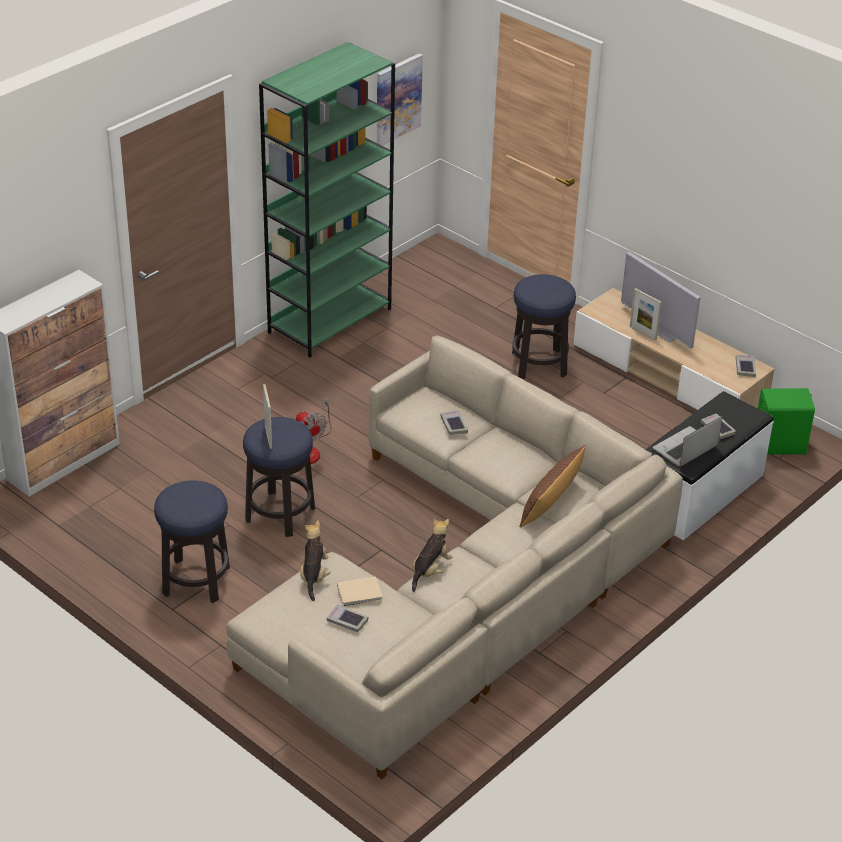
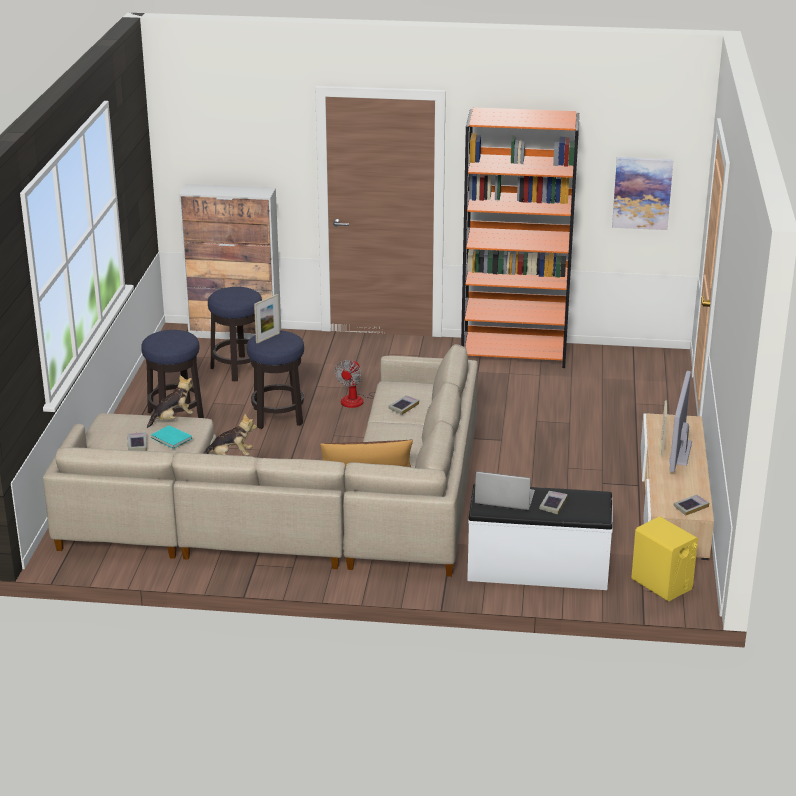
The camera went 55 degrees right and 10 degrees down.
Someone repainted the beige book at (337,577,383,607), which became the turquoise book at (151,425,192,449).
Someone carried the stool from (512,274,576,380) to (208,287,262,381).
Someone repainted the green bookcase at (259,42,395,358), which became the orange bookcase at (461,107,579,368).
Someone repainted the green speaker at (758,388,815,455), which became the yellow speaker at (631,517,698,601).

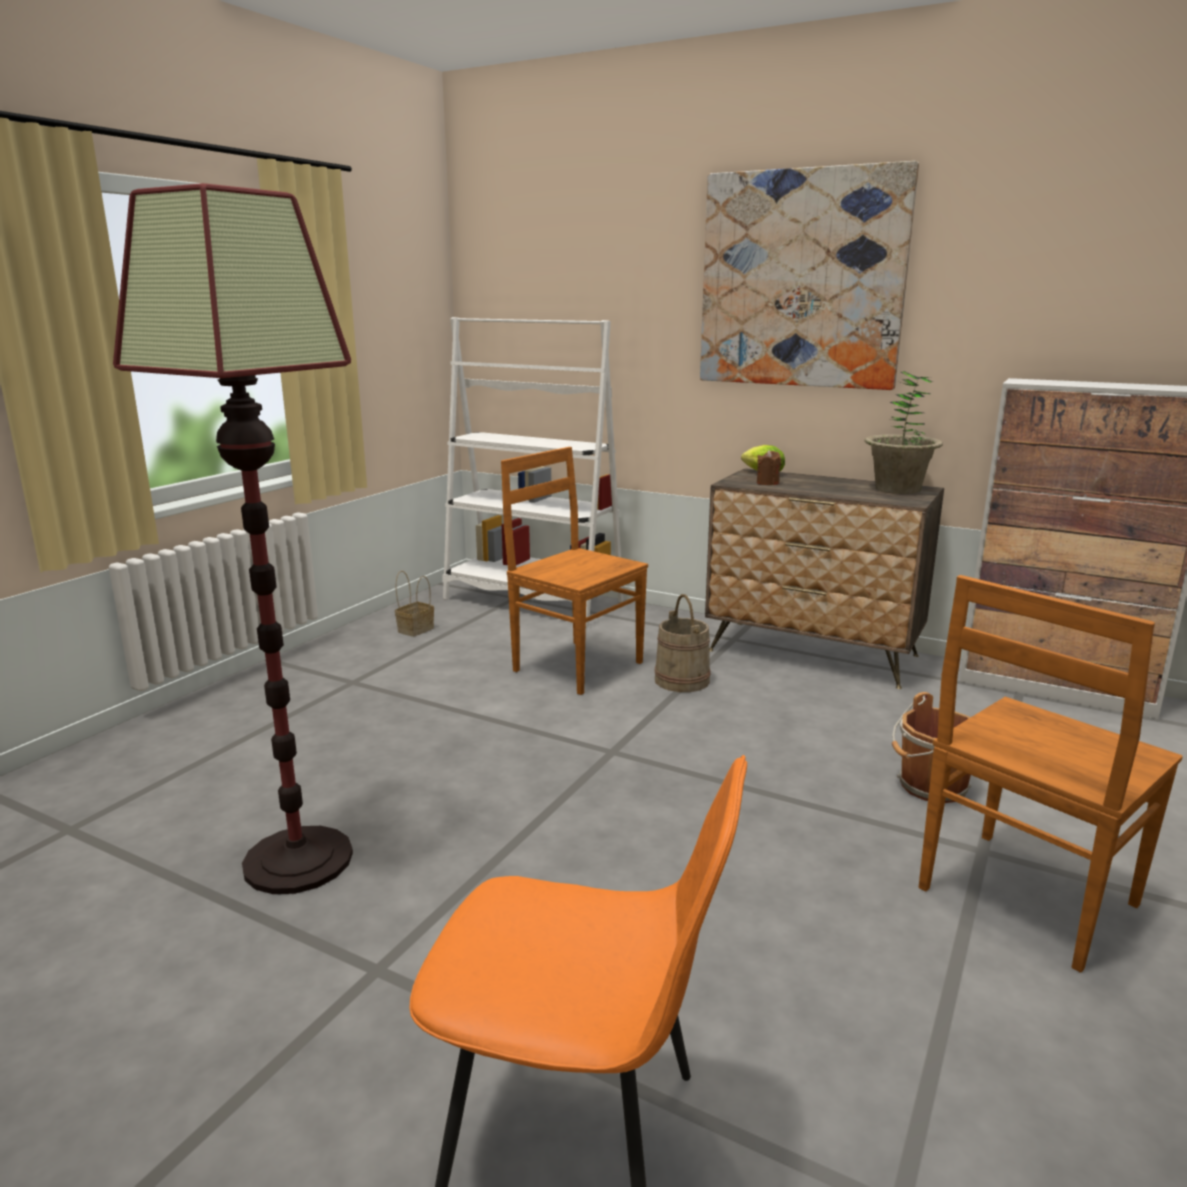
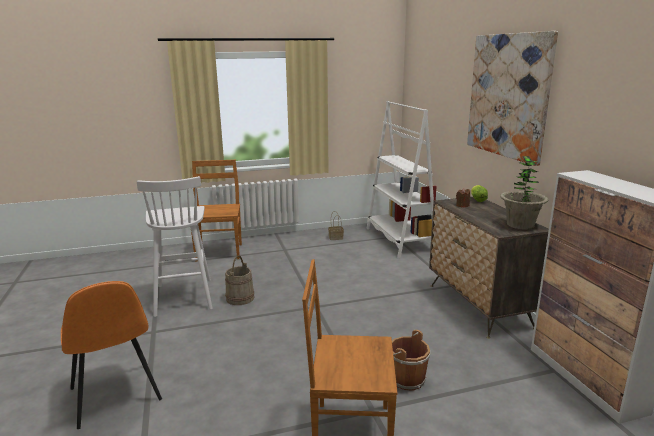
The camera went 45 degrees right and 0 degrees up.
Someone swapped the floor lamp at (113,183,353,894) for the white stool at (137,176,213,317).
Someone carried the brown chair from (501,447,648,695) to (191,160,242,262).
Someone carried the beige bucket from (654,594,711,692) to (225,255,254,305).

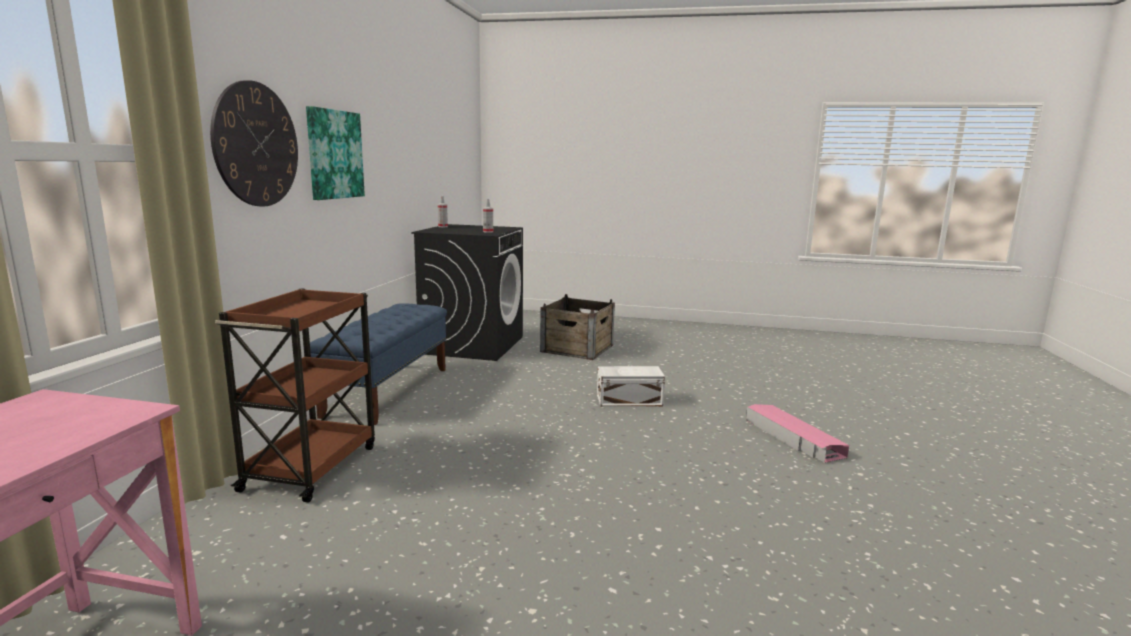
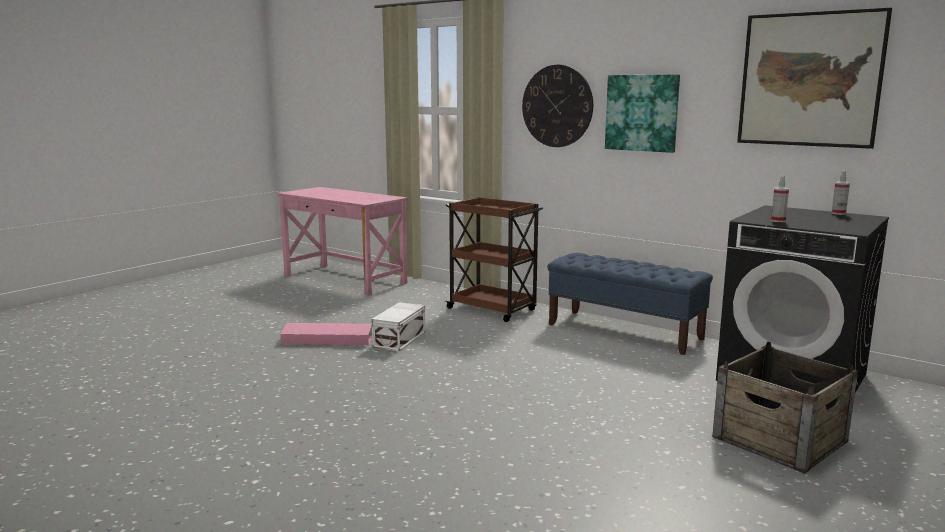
The camera went 115 degrees right and 0 degrees up.
Someone carried the pink storage box from (746,404,849,463) to (280,323,372,345).
Someone carried the white storage box from (597,366,665,407) to (372,302,425,351).
Someone put up the picture at (737,8,892,149).

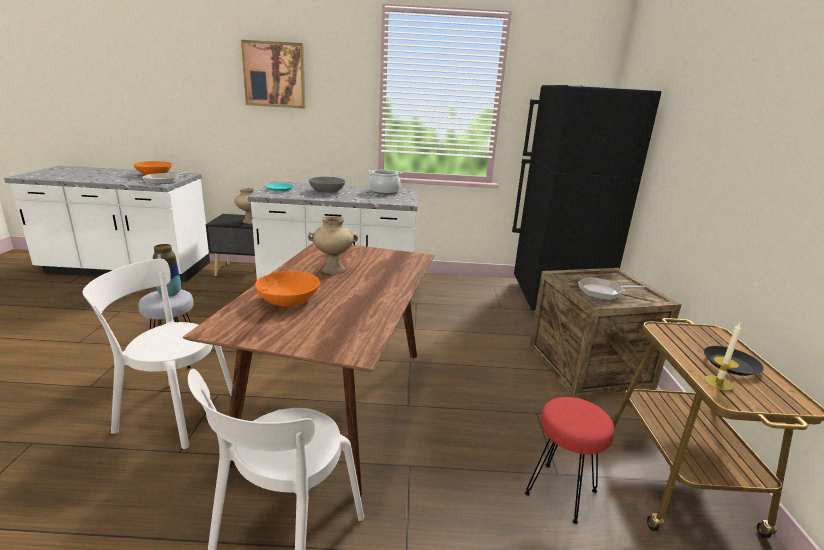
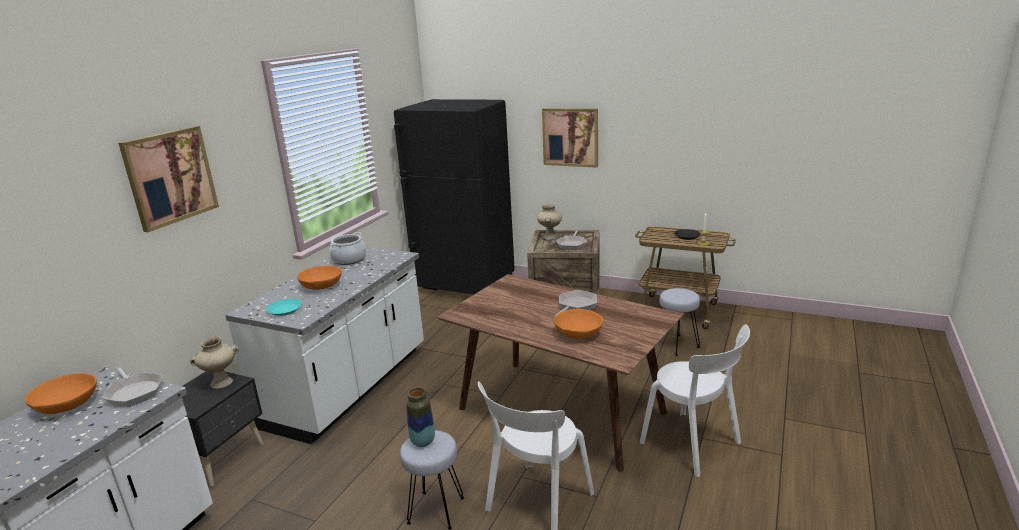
The camera went 65 degrees left and 0 degrees up.
Someone repainted the grey bowl at (309,177,345,193), which became the orange bowl at (297,265,342,290).
Someone carried the beige vase from (308,216,358,274) to (537,204,562,240).
Someone put up the picture at (542,108,598,168).
Someone put down the frying pan at (553,290,597,318).
Someone repainted the red stool at (525,397,614,524), which became the grey stool at (659,288,700,356).

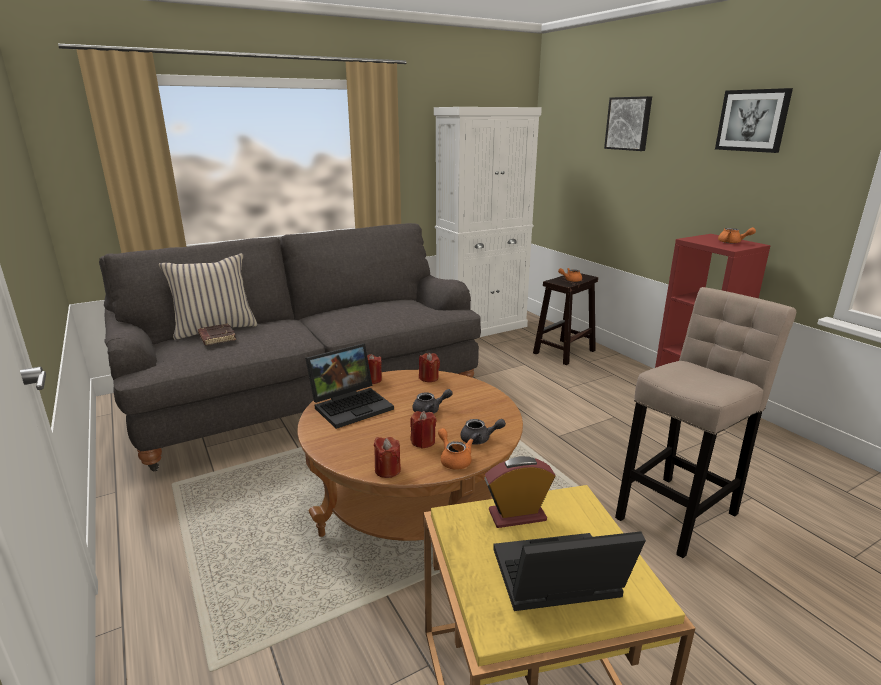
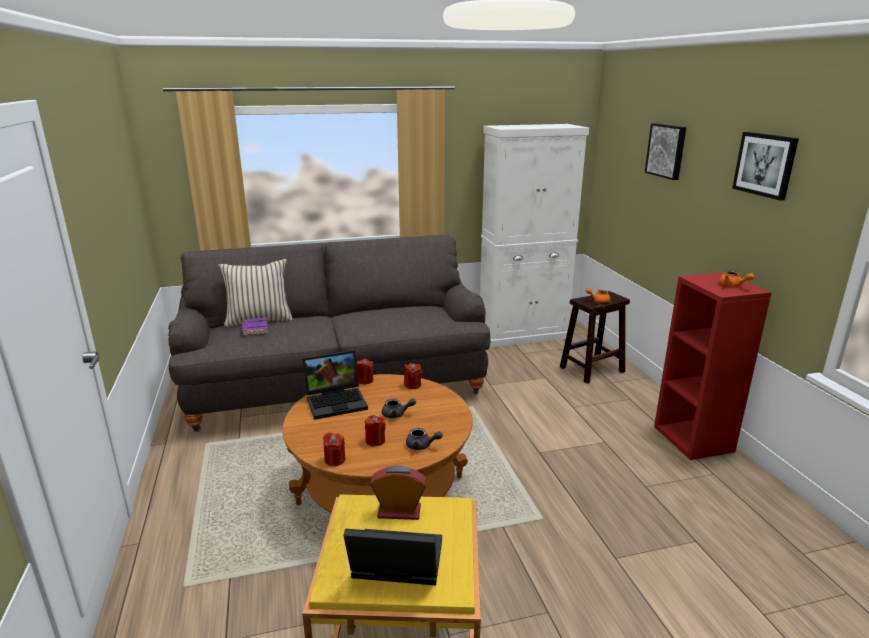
The camera went 15 degrees right and 0 degrees up.
Someone repainted the brown book at (198,323,236,345), which became the purple book at (242,317,269,335).
Someone took away the orange teapot at (438,428,473,470).
Someone took away the beige stool at (615,287,796,558).

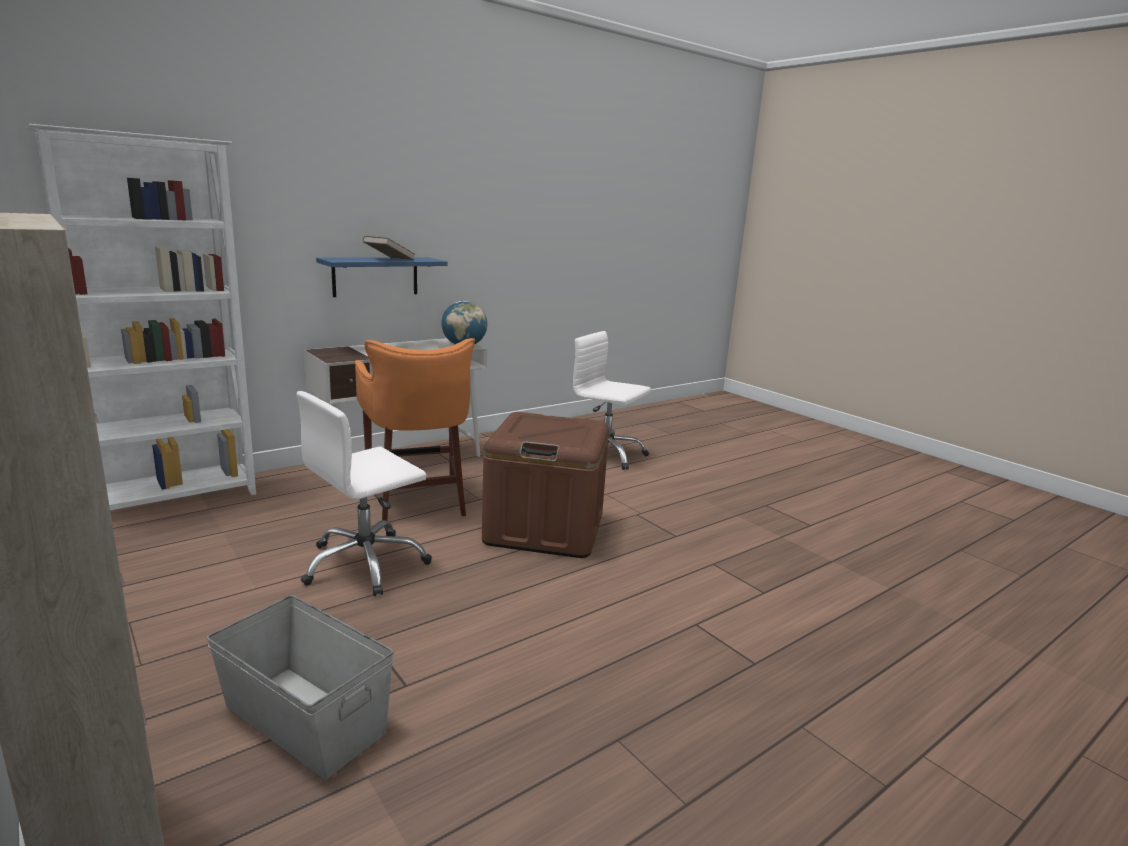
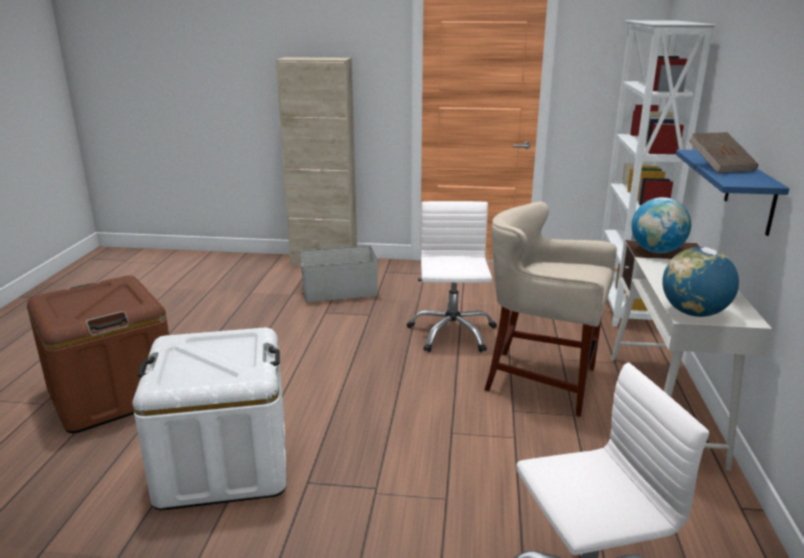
The camera went 135 degrees right and 5 degrees up.
Someone carried the brown storage box from (482,412,609,558) to (27,275,169,434).
Someone put down the white storage box at (132,328,286,510).
Someone repainted the orange stool at (355,338,475,521), which became the beige stool at (485,202,617,417).
Someone put down the globe at (631,197,691,253).

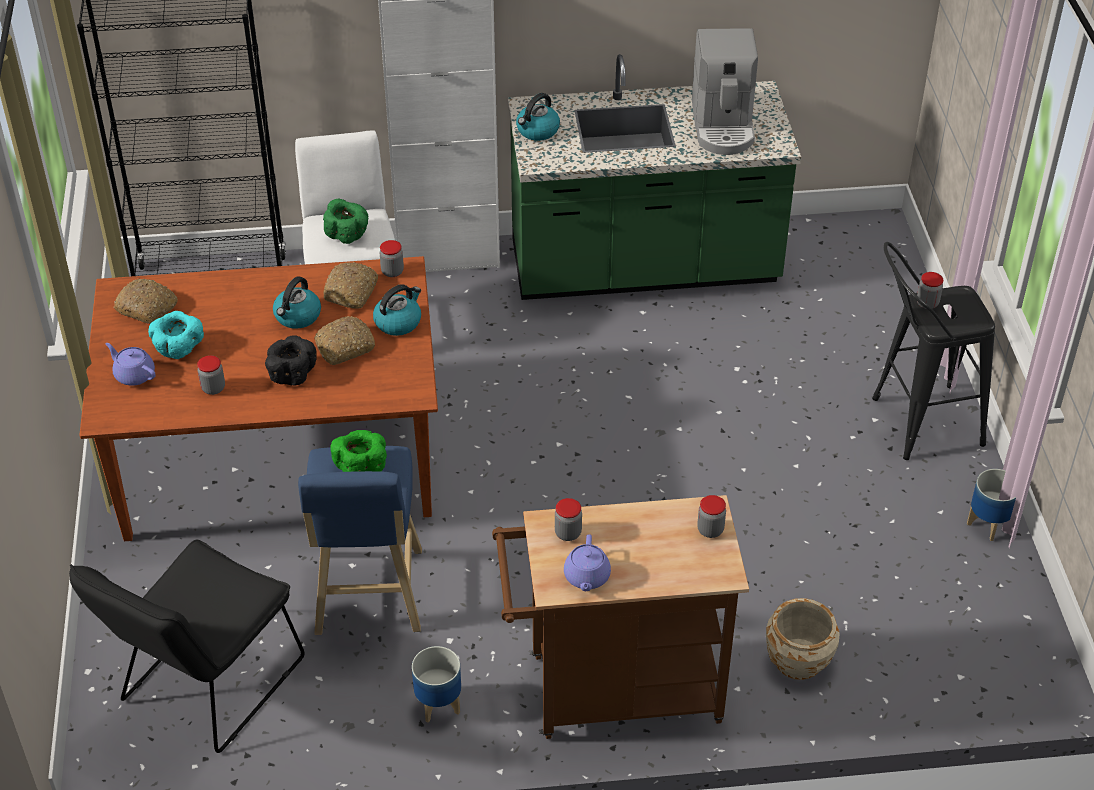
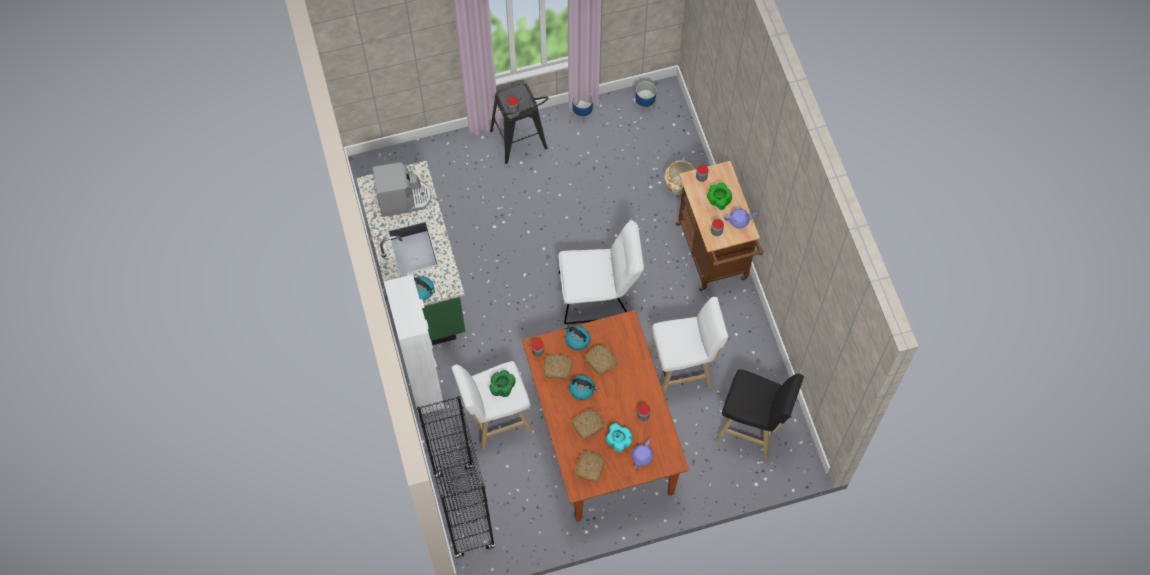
The camera went 100 degrees left and 20 degrees up.
Someone put down the white chair at (559,220,644,324).
Someone put down the bread at (571,409,604,440).
Someone carried the planter from (412,646,461,723) to (635,81,656,113).
Someone repainted the blue stool at (298,446,422,635), which became the white stool at (649,297,728,396).
Someone carried the green bowl from (330,430,387,472) to (707,183,732,210).
Someone swapped the black chair at (69,540,305,753) for the black stool at (716,369,804,458).
Someone took away the black bowl at (265,335,317,386).

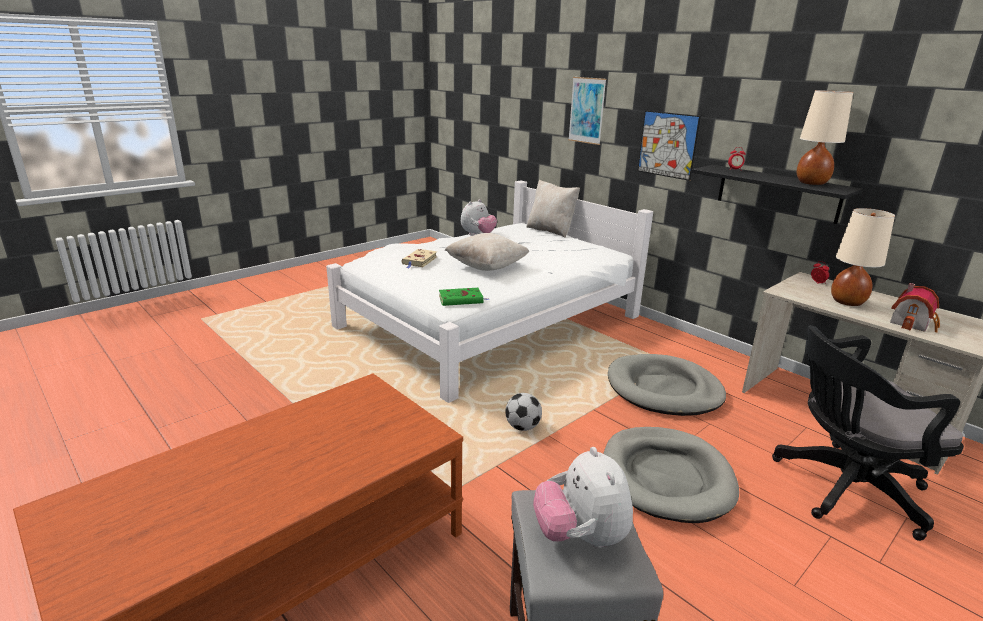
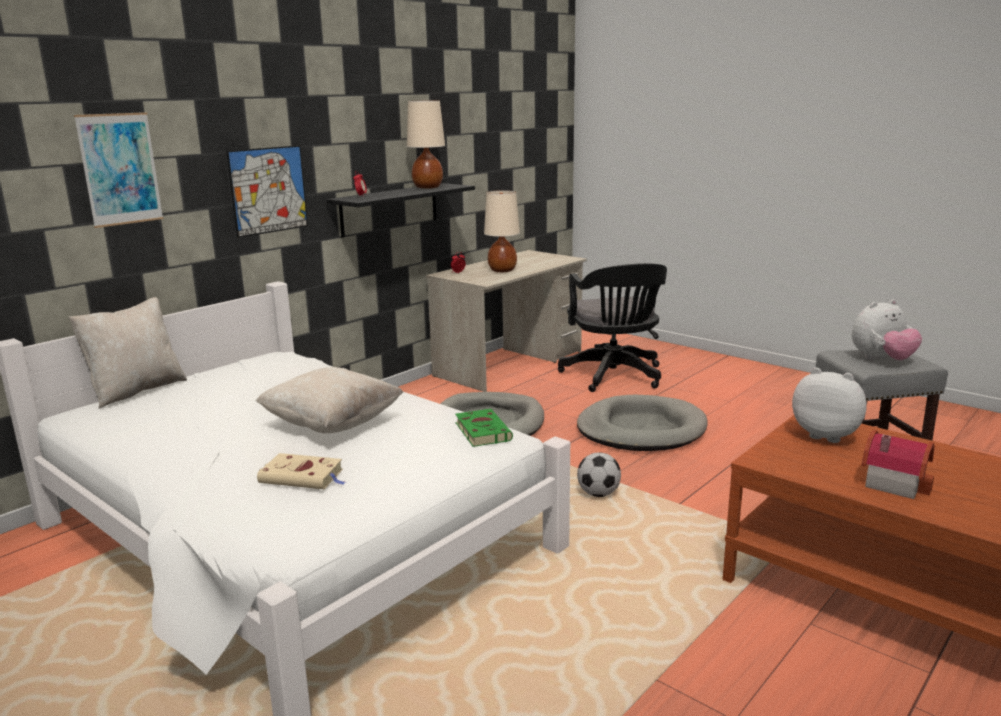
The camera went 95 degrees left and 5 degrees down.
Someone carried the plush toy from (461,199,497,236) to (792,367,867,443).
Someone carried the toy house from (890,283,940,332) to (861,430,934,499).

